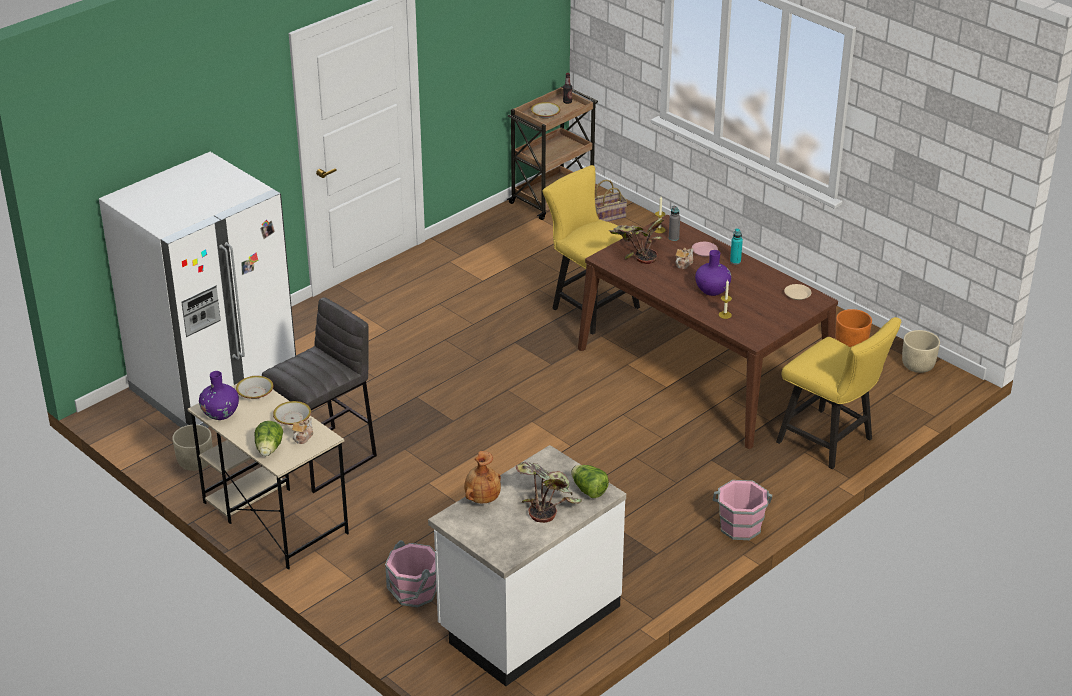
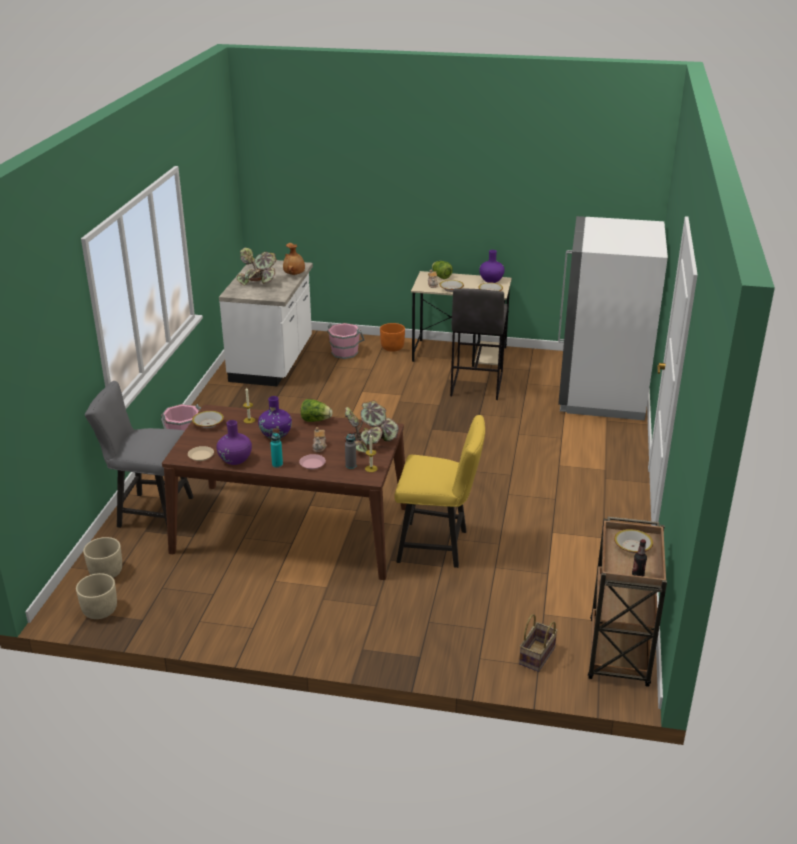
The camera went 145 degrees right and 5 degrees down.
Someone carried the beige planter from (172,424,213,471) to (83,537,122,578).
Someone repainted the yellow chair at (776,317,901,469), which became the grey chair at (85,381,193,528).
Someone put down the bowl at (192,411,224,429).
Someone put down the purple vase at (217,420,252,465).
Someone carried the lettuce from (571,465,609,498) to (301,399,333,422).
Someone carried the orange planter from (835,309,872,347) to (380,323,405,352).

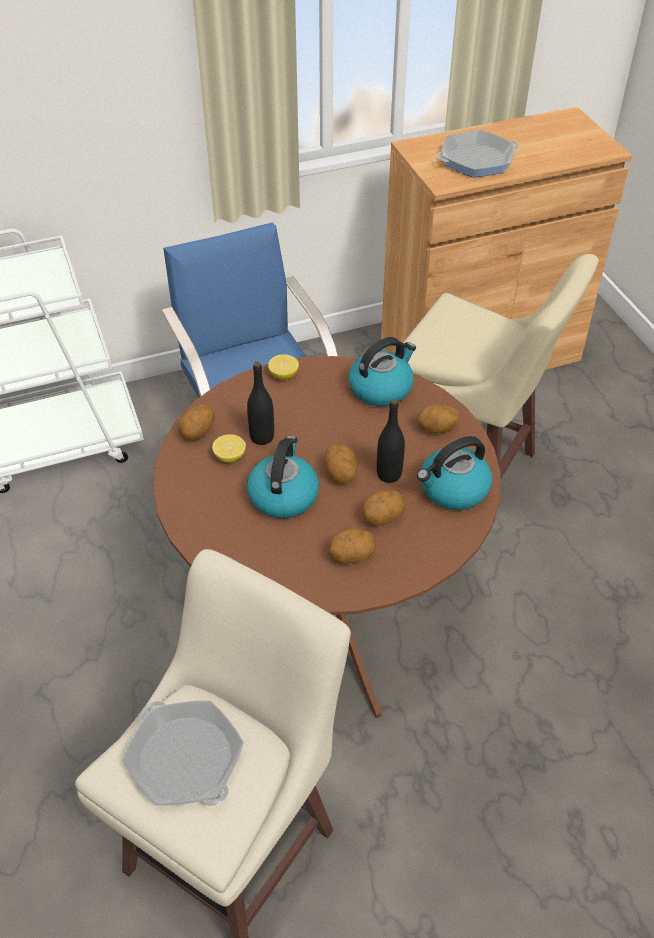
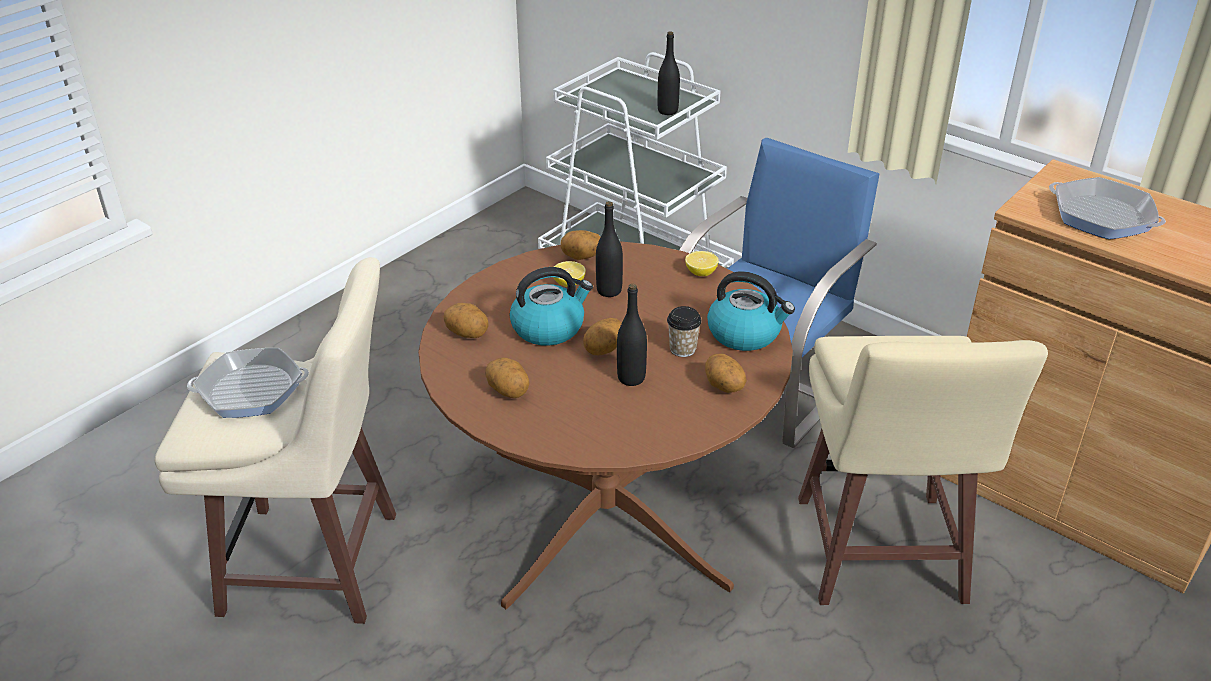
The camera went 60 degrees right and 10 degrees down.
Someone rotated the frying pan at (123,701,244,806) by 120 degrees counterclockwise.
Someone carried the potato from (362,490,405,526) to (444,303,489,338).
Someone put down the black bottle at (658,31,680,115).
Someone put down the cup at (667,306,702,357).
Someone took away the kettle at (417,436,492,510).

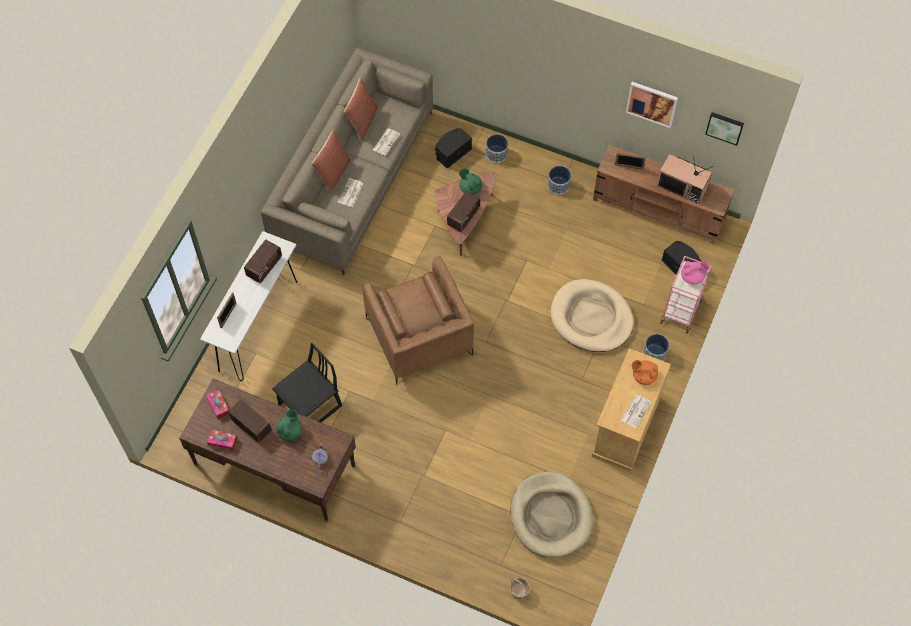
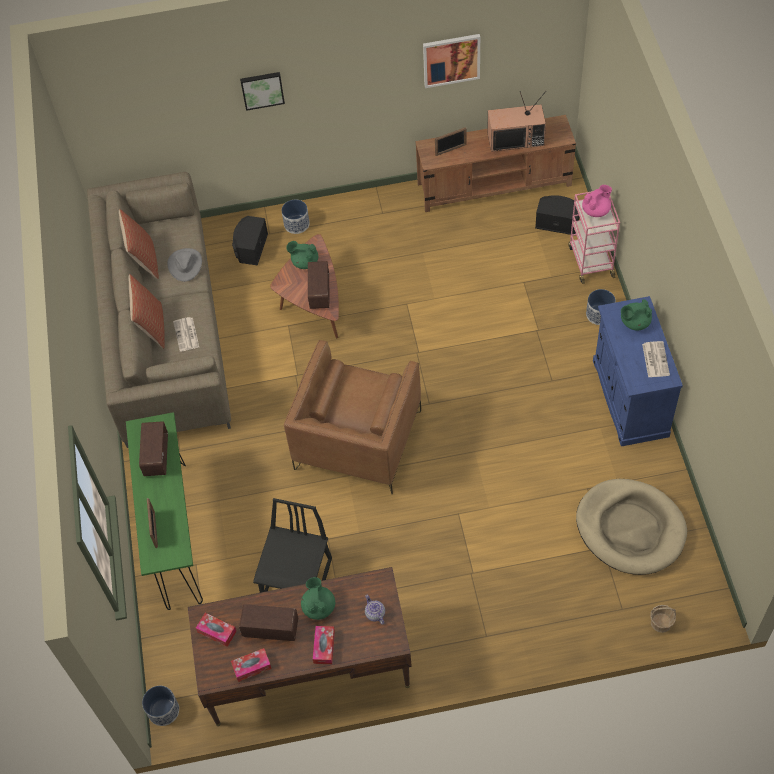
The camera went 30 degrees left and 5 degrees down.
Someone repainted the white console table at (200,231,297,381), which became the green console table at (126,412,203,610).
Someone carried the planter from (548,166,571,195) to (142,686,179,726).
Someone swapped the newspaper at (373,128,400,156) for the grey hat at (167,248,202,282).
Someone carried the picture from (705,112,744,146) to (240,72,285,111).
Someone rotated the brown armchair at (363,256,474,385) by 75 degrees clockwise.
Someone put down the tissue box at (313,626,335,664).
Someone repainted the beige cabinet at (591,348,671,472), which became the blue cabinet at (593,296,683,446).
Someone repainted the orange teapot at (631,360,658,385), which became the green teapot at (621,299,652,331).
Someone took away the beige dog bed at (551,279,634,352).

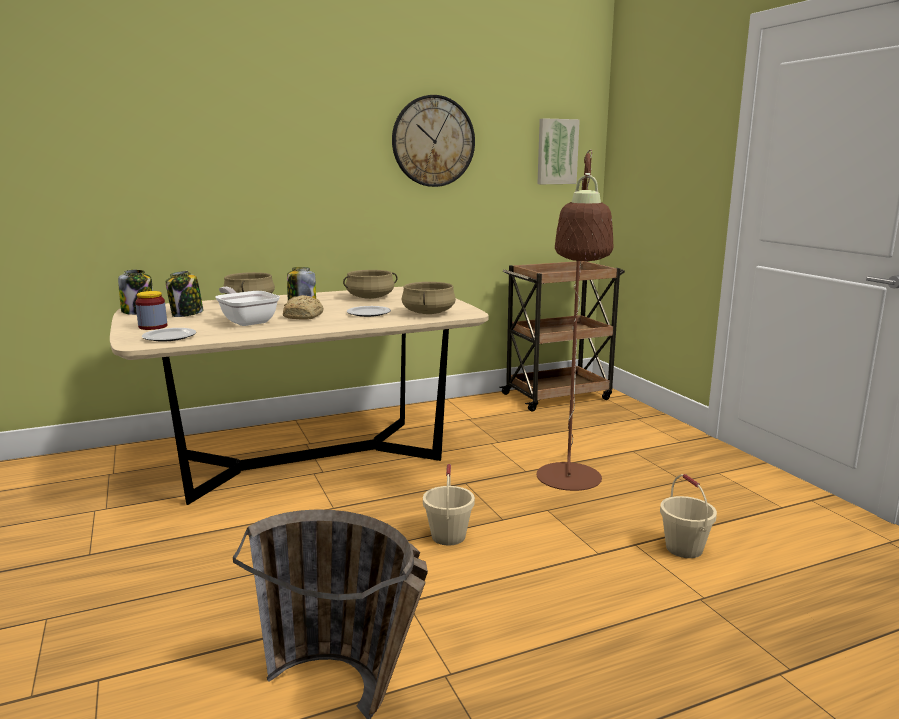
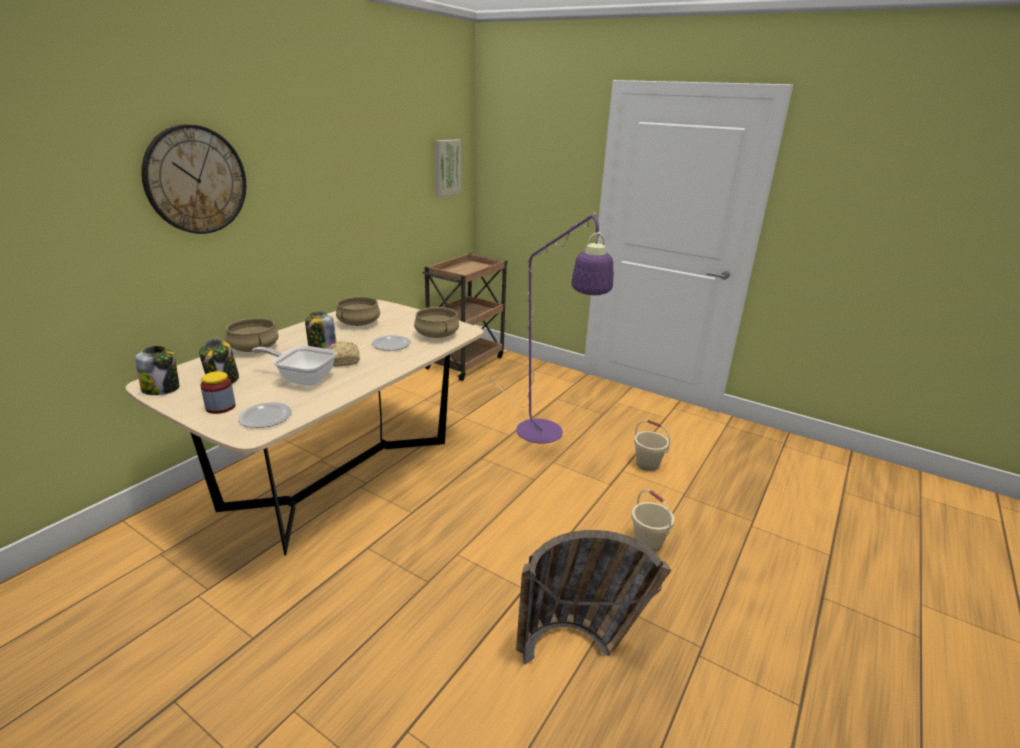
The camera went 35 degrees left and 10 degrees up.
Someone carried the wall clock from (392,95,475,187) to (141,124,246,234).
Someone repainted the brown floor lamp at (536,150,613,491), which became the purple floor lamp at (490,212,614,444).
Someone carried the beige bucket from (423,464,475,546) to (631,490,674,552).

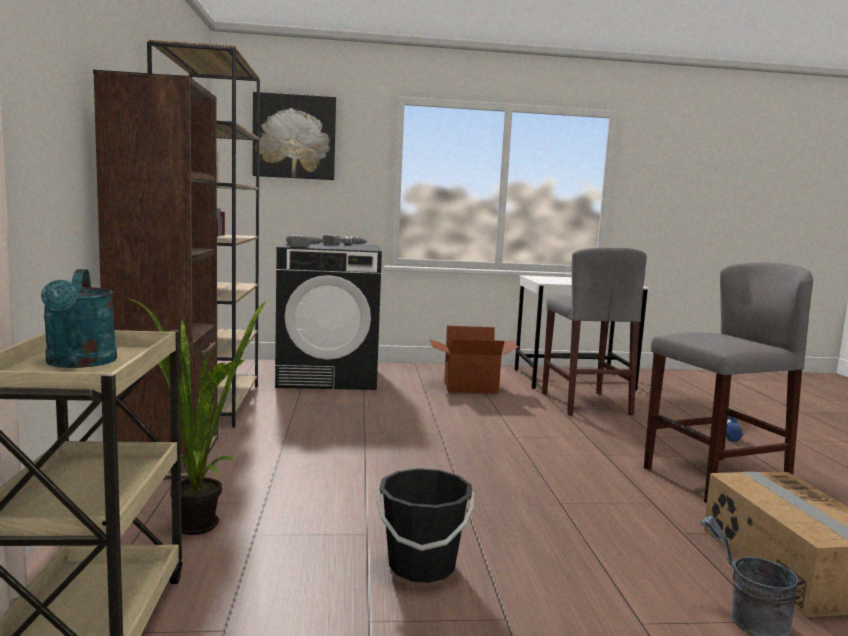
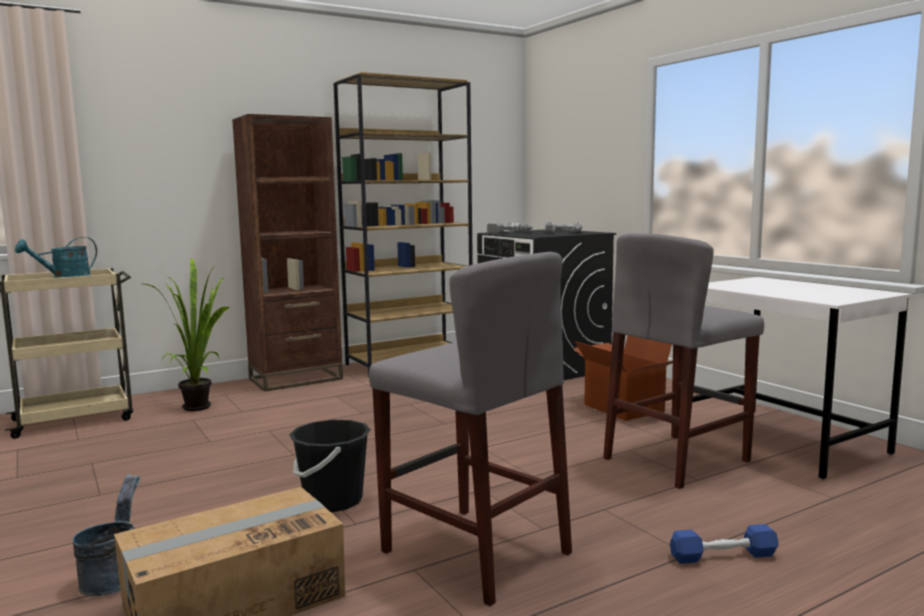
The camera went 65 degrees right and 0 degrees up.
Someone carried the black bucket from (377,468,474,583) to (289,420,371,512).
Someone took away the picture at (253,92,336,180).

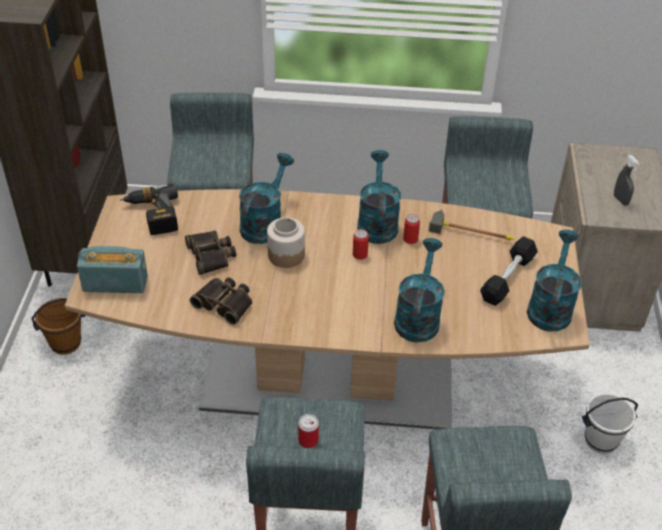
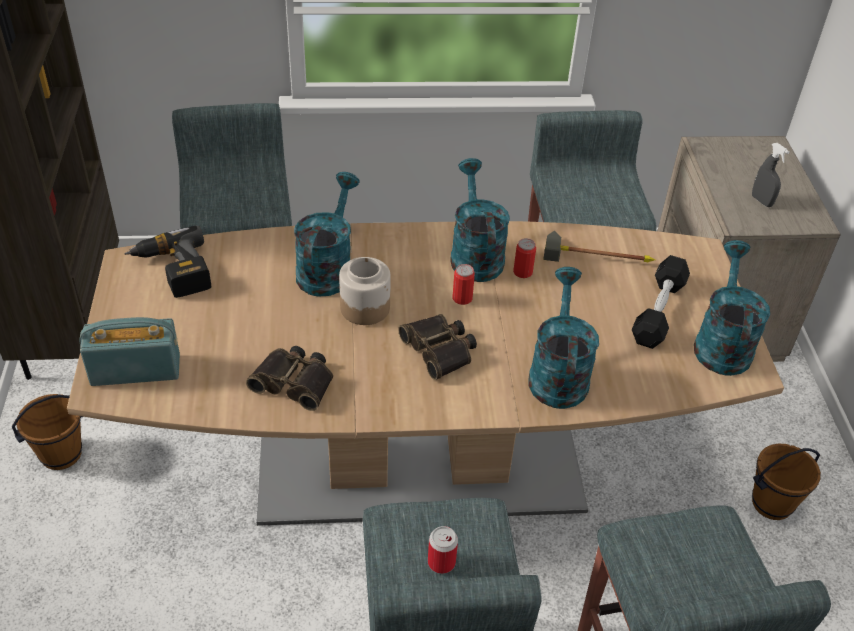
The camera went 10 degrees left and 0 degrees up.
Someone carried the binoculars from (185,230,236,275) to (398,314,477,380).
Someone repainted the white bucket at (582,393,638,454), which became the brown bucket at (752,444,821,520).

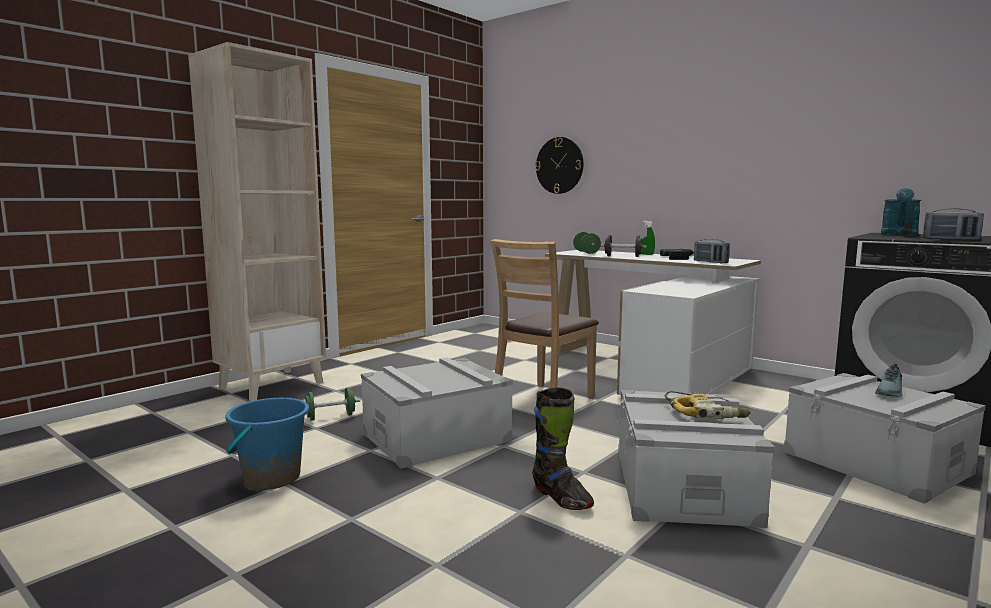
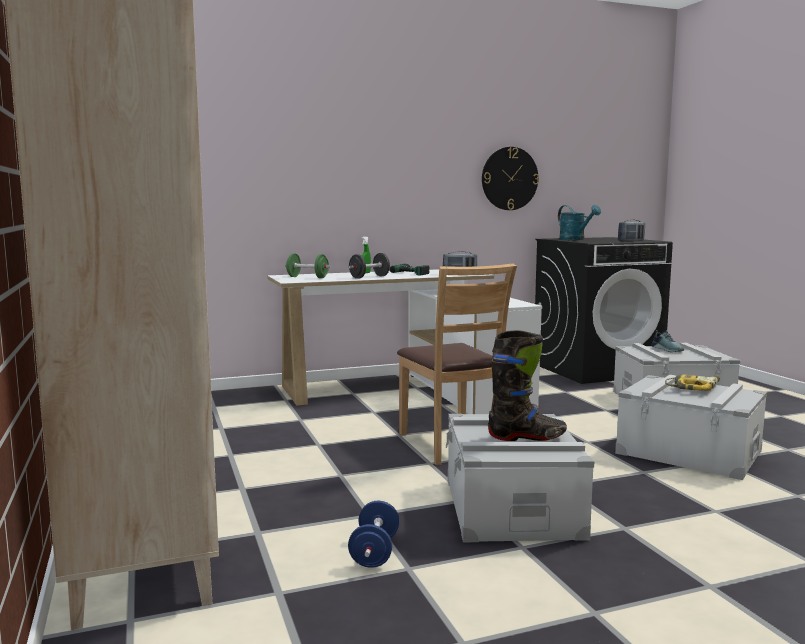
The camera went 60 degrees left and 0 degrees up.
Someone repainted the green dumbbell at (305,388,360,421), which became the blue dumbbell at (348,501,399,568).
Someone carried the wall clock from (535,137,583,194) to (482,147,539,210).
Someone carried the black boot from (532,387,594,510) to (488,330,567,441).
Someone took away the blue bucket at (225,398,309,490).

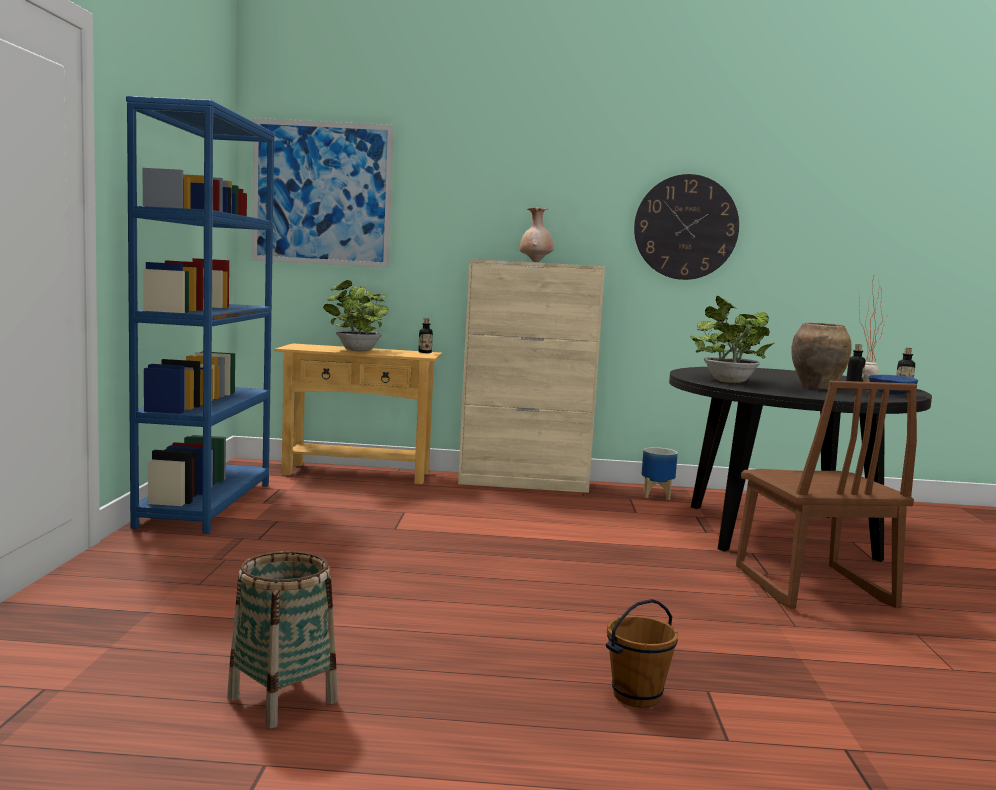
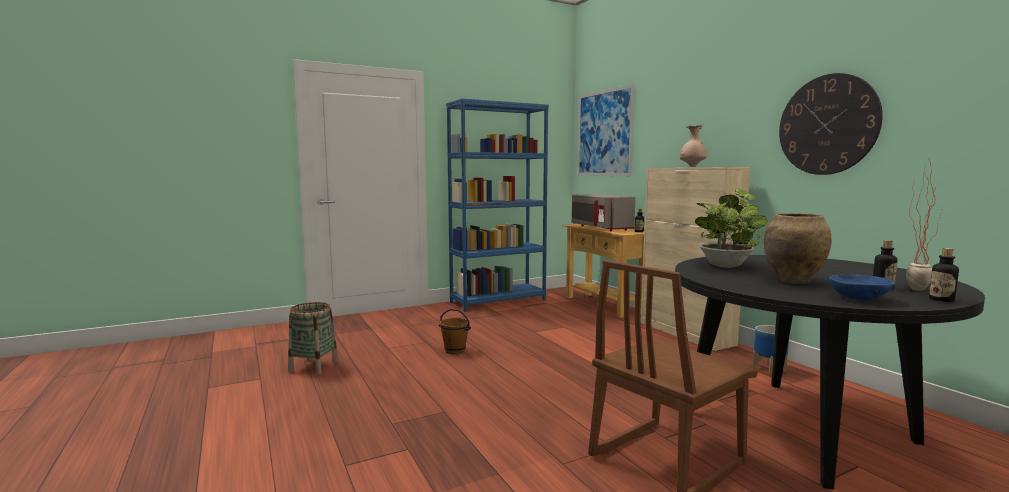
The camera went 60 degrees right and 0 degrees up.
Someone carried the brown bucket from (606,599,678,708) to (439,309,471,354).
Someone swapped the potted plant at (323,280,389,351) for the grey microwave at (572,194,636,231).

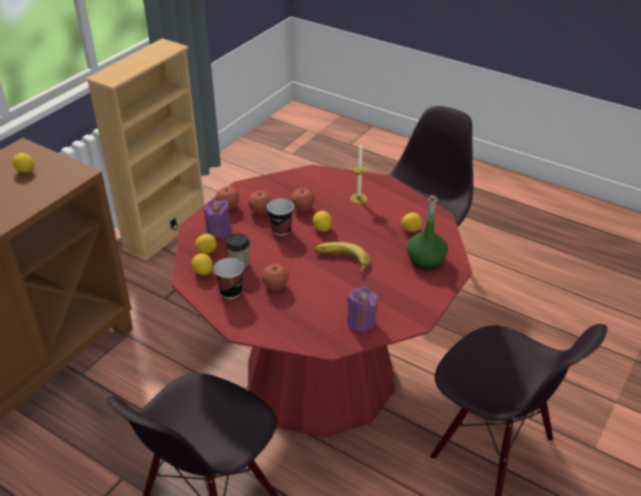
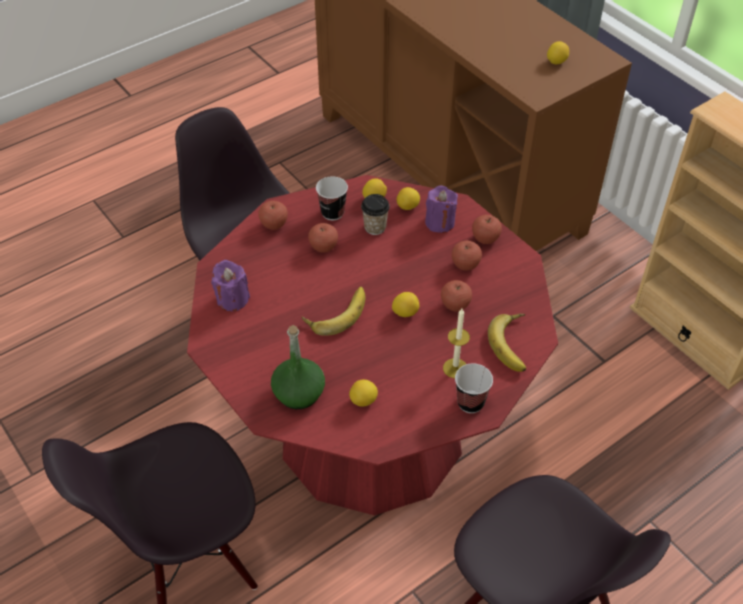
The camera went 110 degrees right and 10 degrees up.
Someone put down the apple at (258,201,288,230).
Someone carried the cup from (267,199,294,236) to (455,363,493,413).
Someone put down the banana at (488,314,526,372).

